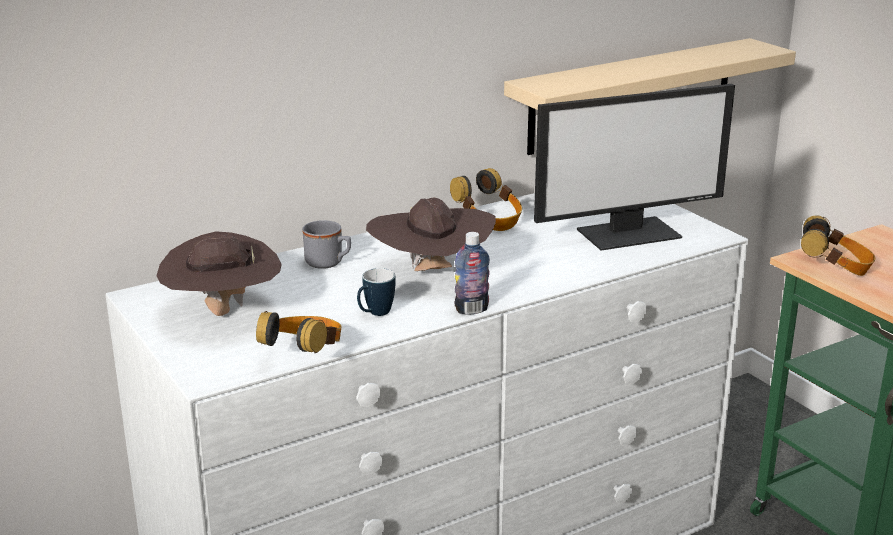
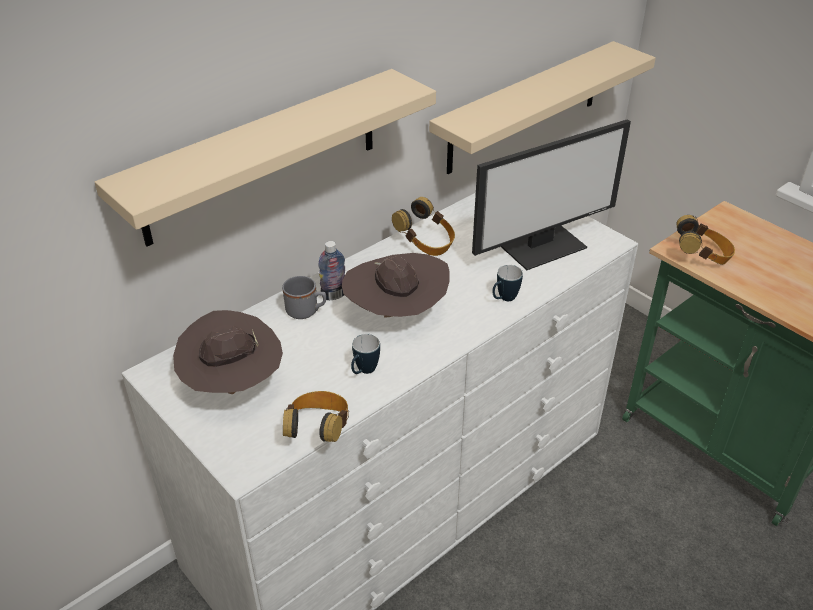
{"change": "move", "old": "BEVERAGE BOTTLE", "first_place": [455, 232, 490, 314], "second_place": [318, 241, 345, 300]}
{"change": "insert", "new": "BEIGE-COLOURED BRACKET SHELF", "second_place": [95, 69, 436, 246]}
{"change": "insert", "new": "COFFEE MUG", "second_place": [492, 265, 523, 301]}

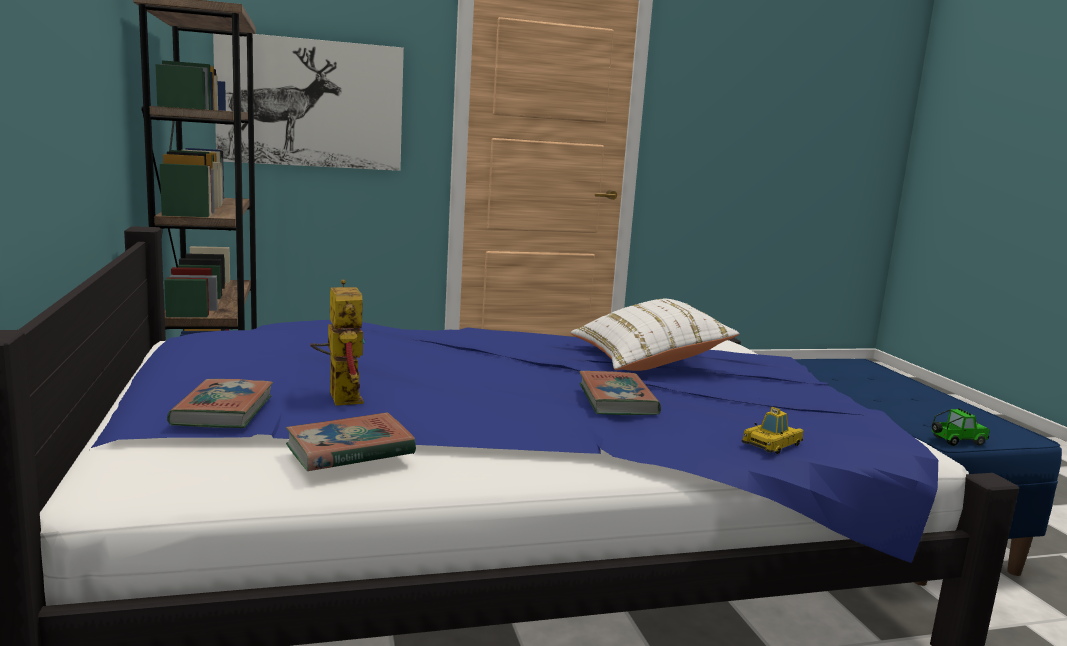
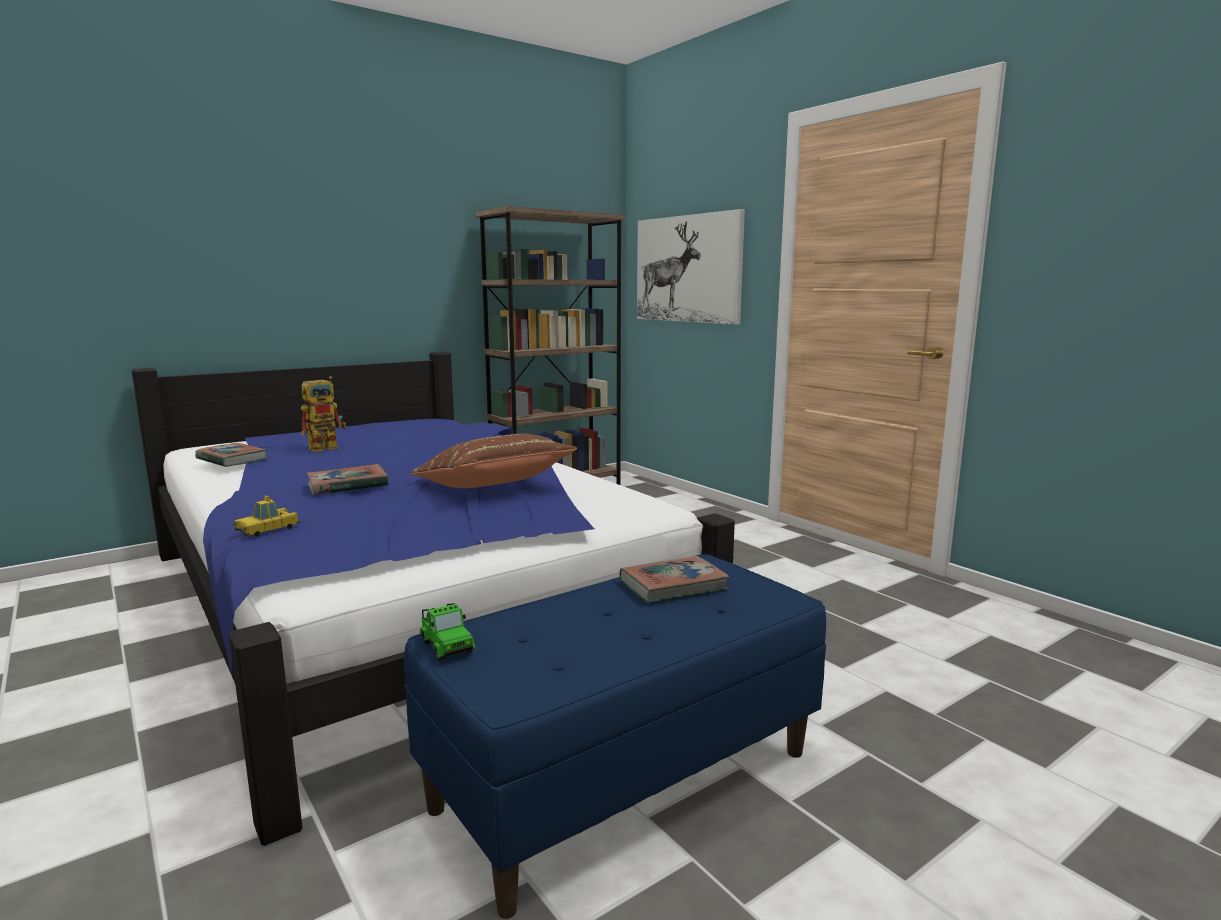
{"change": "recolor", "old": "WHITE-COLOURED PILLOW", "new": "BROWNISH PILLOW", "first_place": [571, 299, 739, 371], "second_place": [411, 433, 578, 488]}
{"change": "move", "old": "BOOK", "first_place": [167, 379, 273, 428], "second_place": [620, 556, 729, 604]}
{"change": "rotate", "old": "TOY CAR", "first_place": [742, 407, 804, 454], "second_place": [233, 496, 299, 537], "degrees": 105}

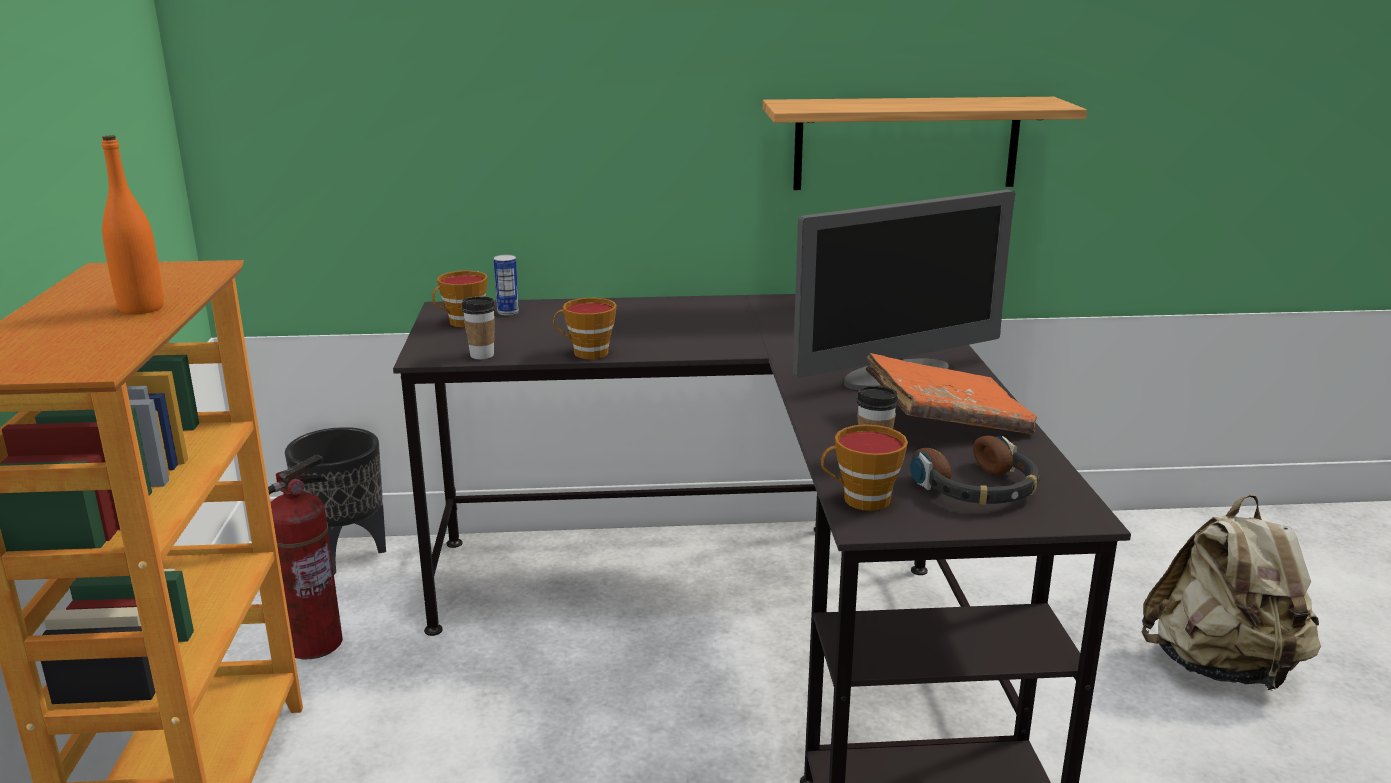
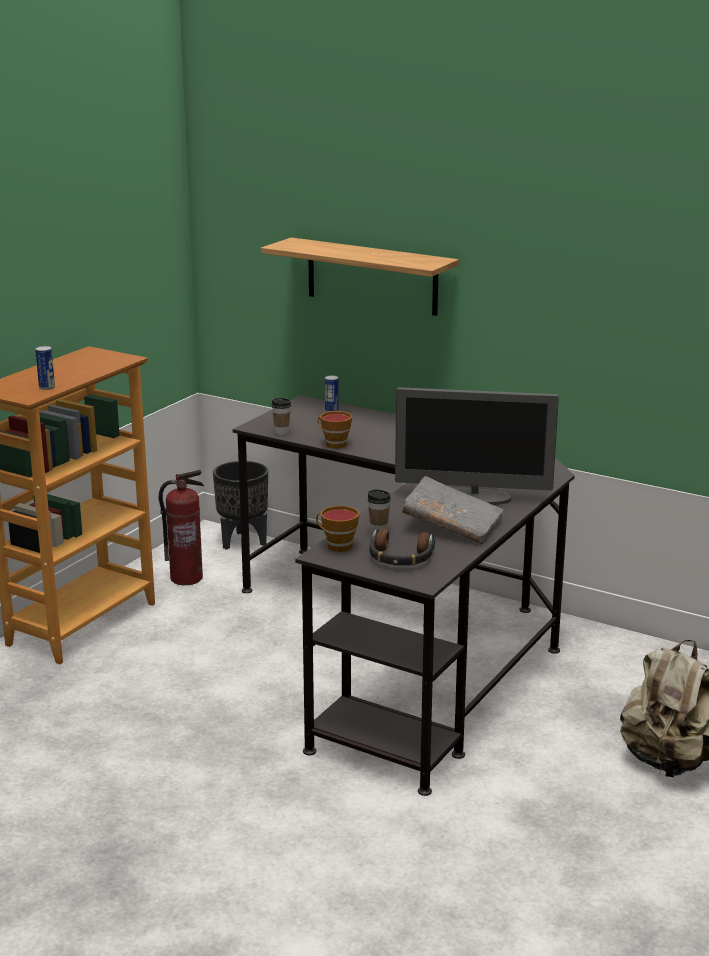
{"change": "move", "old": "BRACKET SHELF", "first_place": [762, 97, 1087, 190], "second_place": [261, 237, 459, 316]}
{"change": "delete", "old": "ORANGEY BEVERAGE BOTTLE", "first_place": [102, 135, 164, 315]}
{"change": "delete", "old": "DRINKING CUP", "first_place": [432, 271, 487, 327]}
{"change": "recolor", "old": "ORANGEY BOOK", "new": "GRAY BOOK", "first_place": [865, 353, 1037, 435], "second_place": [402, 476, 504, 544]}
{"change": "insert", "new": "CAN", "second_place": [35, 346, 55, 390]}

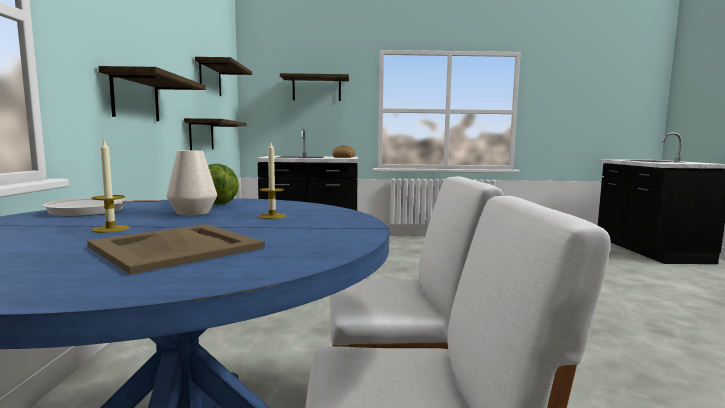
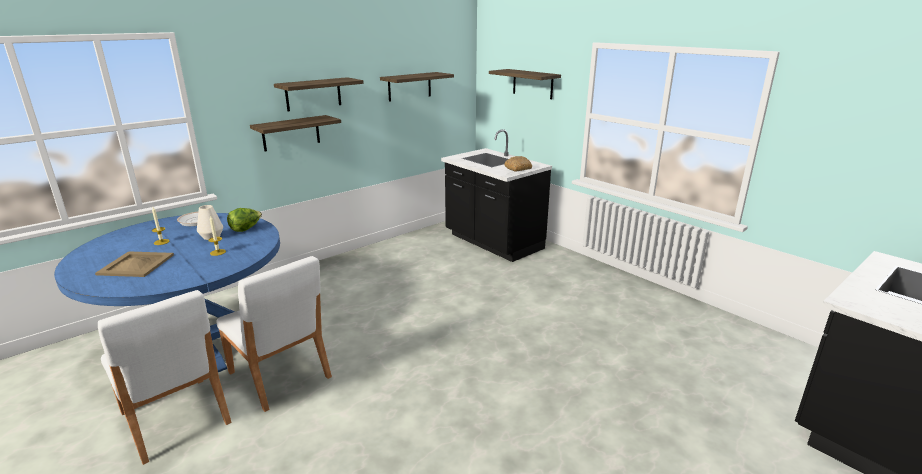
{"change": "move", "old": "BRACKET SHELF", "first_place": [184, 118, 247, 150], "second_place": [274, 77, 364, 111]}

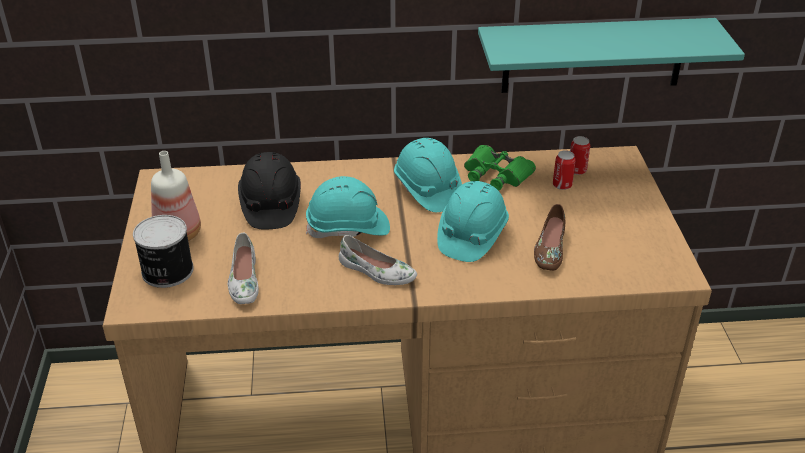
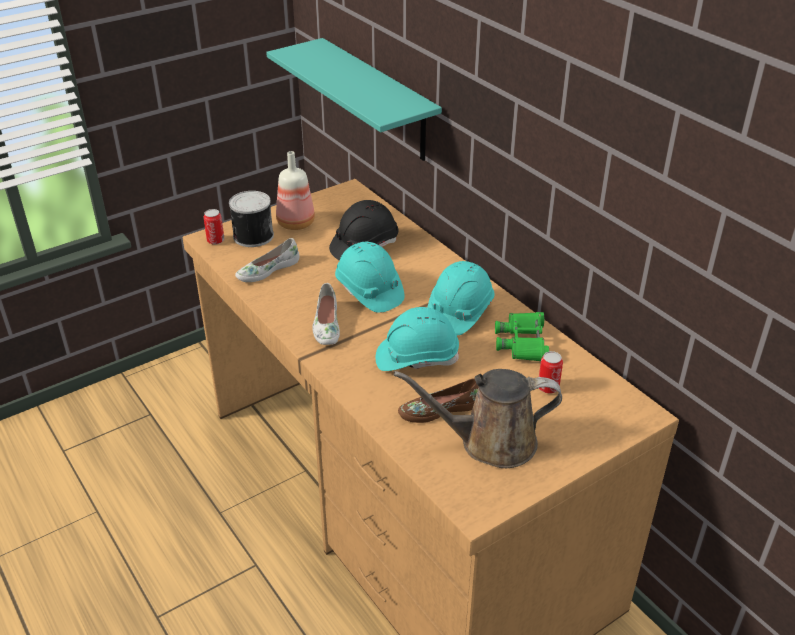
{"change": "move", "old": "TURQUOISE-COLOURED BRACKET SHELF", "first_place": [478, 18, 745, 93], "second_place": [266, 38, 442, 161]}
{"change": "move", "old": "CAN", "first_place": [570, 136, 590, 175], "second_place": [204, 209, 225, 245]}
{"change": "insert", "new": "BROWNISH WATERING POT", "second_place": [394, 369, 562, 468]}

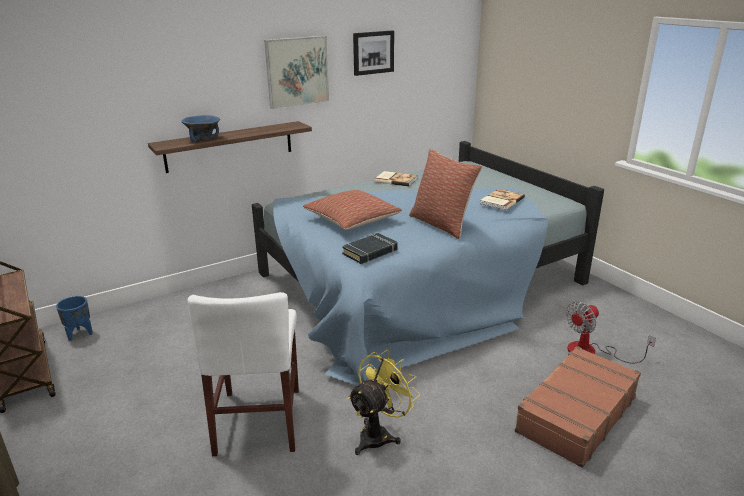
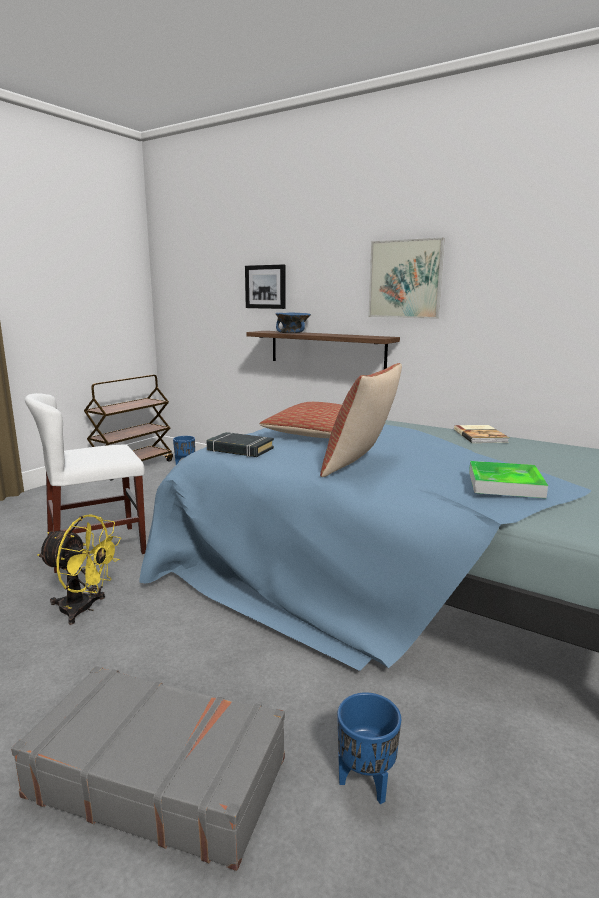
{"change": "move", "old": "WALL ART", "first_place": [353, 30, 394, 76], "second_place": [245, 264, 286, 309]}
{"change": "replace", "old": "BOOK", "new": "SERVING TRAY", "first_place": [480, 189, 525, 210], "second_place": [469, 461, 548, 498]}
{"change": "replace", "old": "FAN", "new": "BLUISH PLANTER", "first_place": [566, 302, 656, 363], "second_place": [337, 693, 401, 804]}
{"change": "recolor", "old": "BROWNISH PIECE OF LUGGAGE", "new": "GRAY PIECE OF LUGGAGE", "first_place": [515, 346, 641, 468], "second_place": [11, 666, 285, 871]}

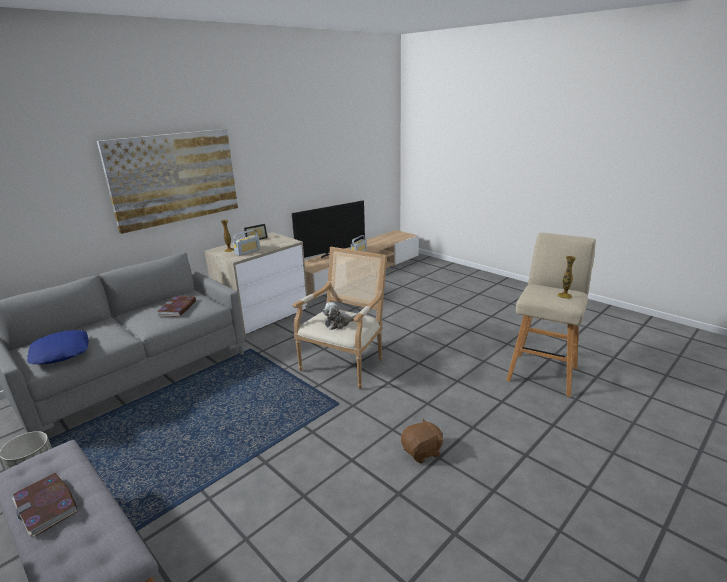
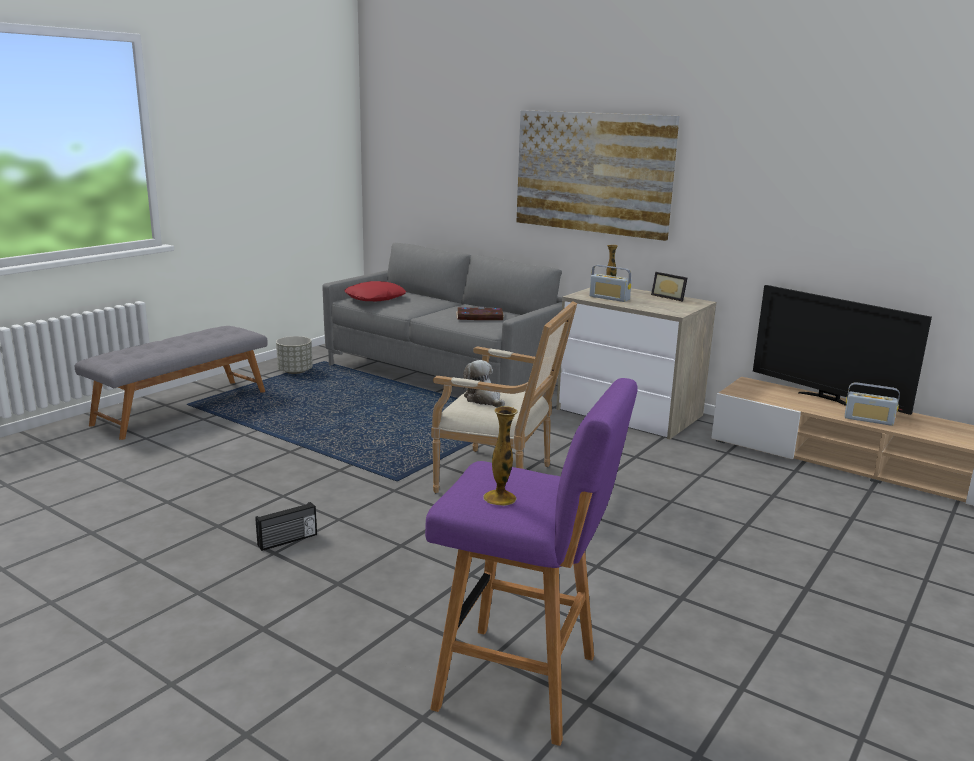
{"change": "recolor", "old": "BEIGE-COLOURED SITTING STOOL", "new": "PURPLE SITTING STOOL", "first_place": [506, 233, 596, 397], "second_place": [425, 378, 638, 746]}
{"change": "recolor", "old": "BLUISH PILLOW", "new": "REDDISH PILLOW", "first_place": [27, 330, 89, 364], "second_place": [344, 281, 406, 301]}
{"change": "replace", "old": "BROWNISH SOFT TOY", "new": "RADIO SET", "first_place": [401, 418, 443, 463], "second_place": [255, 502, 317, 551]}
{"change": "delete", "old": "BOOK", "first_place": [12, 473, 78, 537]}

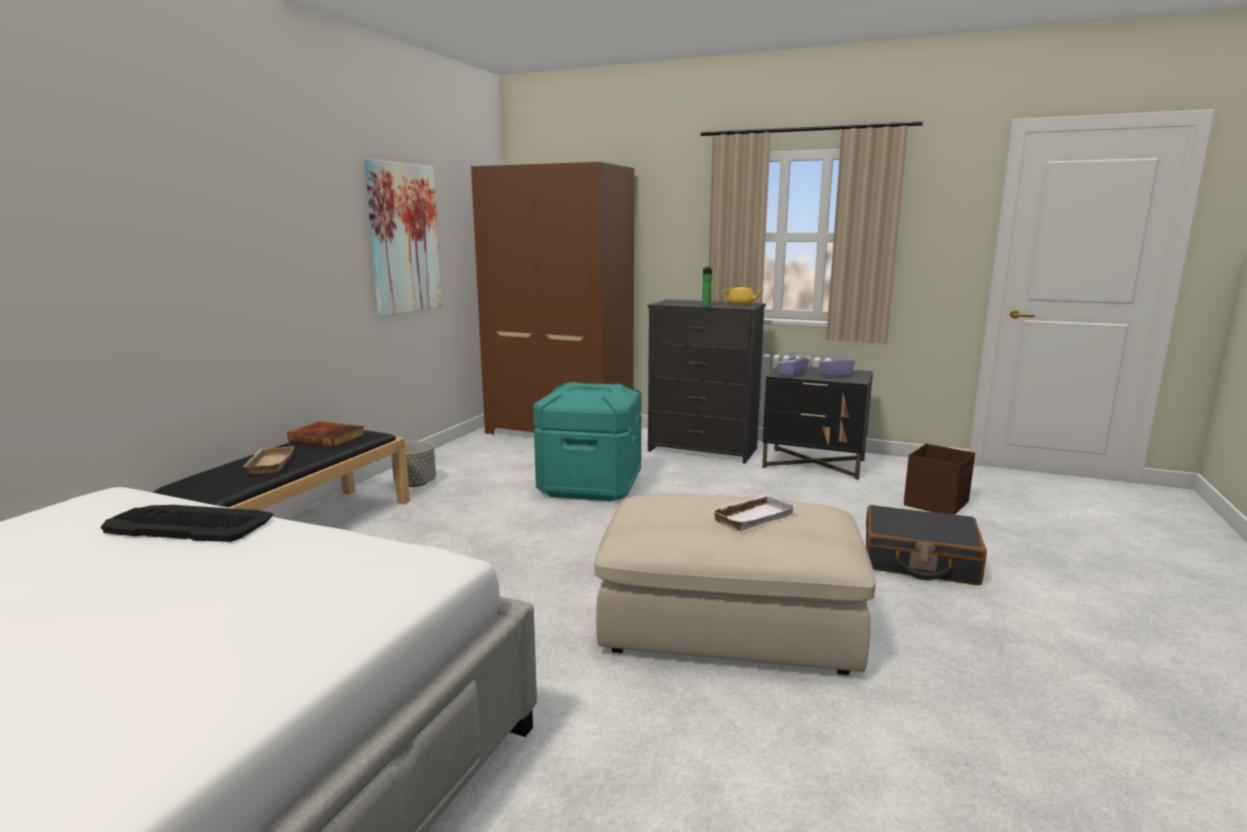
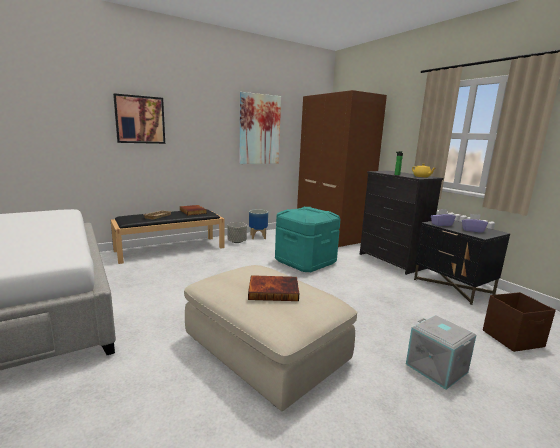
{"change": "replace", "old": "WHITE-COLOURED SERVING TRAY", "new": "BOOK", "first_place": [711, 495, 797, 531], "second_place": [248, 275, 299, 301]}
{"change": "delete", "old": "PC KEYBOARD", "first_place": [101, 505, 273, 542]}
{"change": "replace", "old": "BLACK-COLOURED PIECE OF LUGGAGE", "new": "GRAY STORAGE BOX", "first_place": [866, 505, 987, 585], "second_place": [406, 315, 476, 390]}
{"change": "insert", "new": "WALL ART", "second_place": [113, 93, 165, 144]}
{"change": "insert", "new": "PLANTER", "second_place": [249, 209, 268, 239]}

